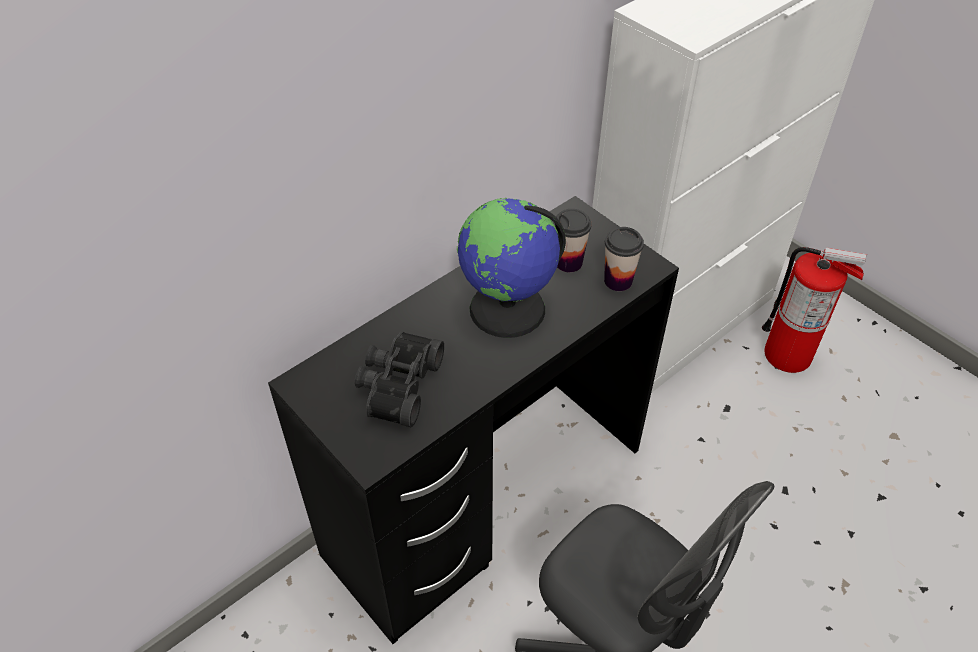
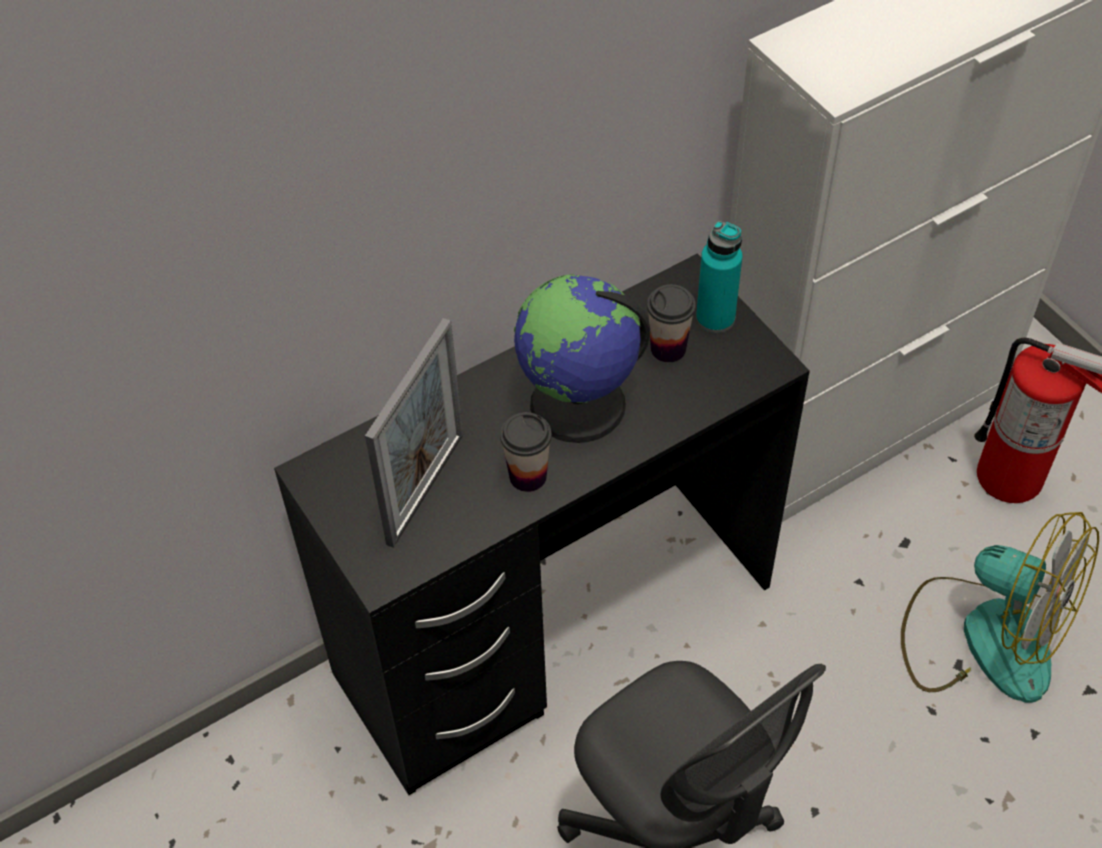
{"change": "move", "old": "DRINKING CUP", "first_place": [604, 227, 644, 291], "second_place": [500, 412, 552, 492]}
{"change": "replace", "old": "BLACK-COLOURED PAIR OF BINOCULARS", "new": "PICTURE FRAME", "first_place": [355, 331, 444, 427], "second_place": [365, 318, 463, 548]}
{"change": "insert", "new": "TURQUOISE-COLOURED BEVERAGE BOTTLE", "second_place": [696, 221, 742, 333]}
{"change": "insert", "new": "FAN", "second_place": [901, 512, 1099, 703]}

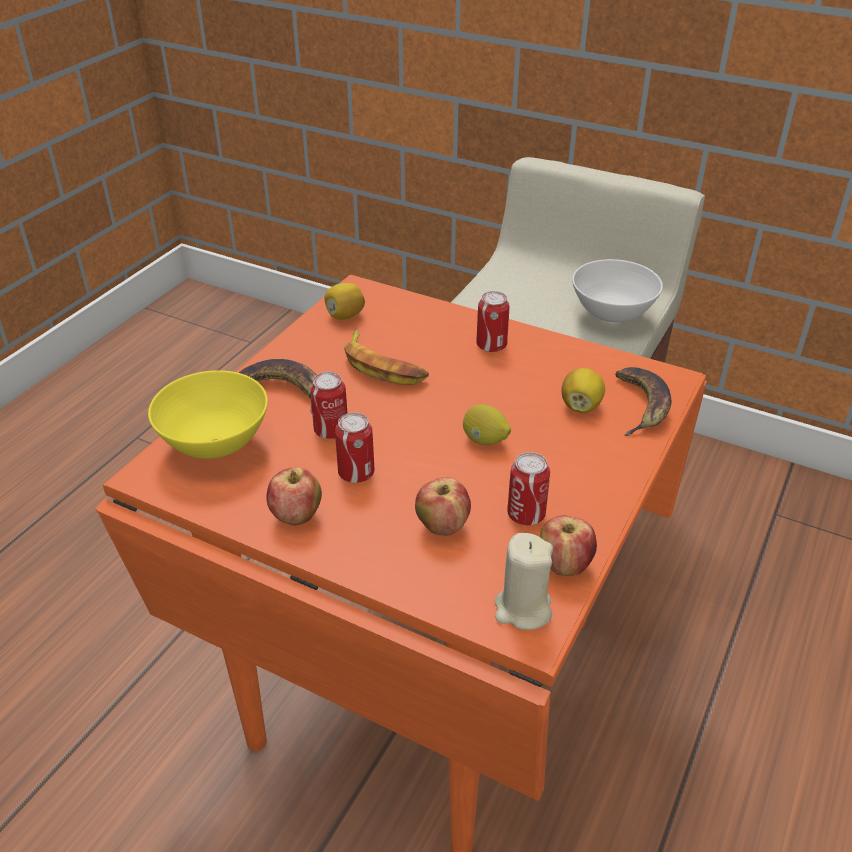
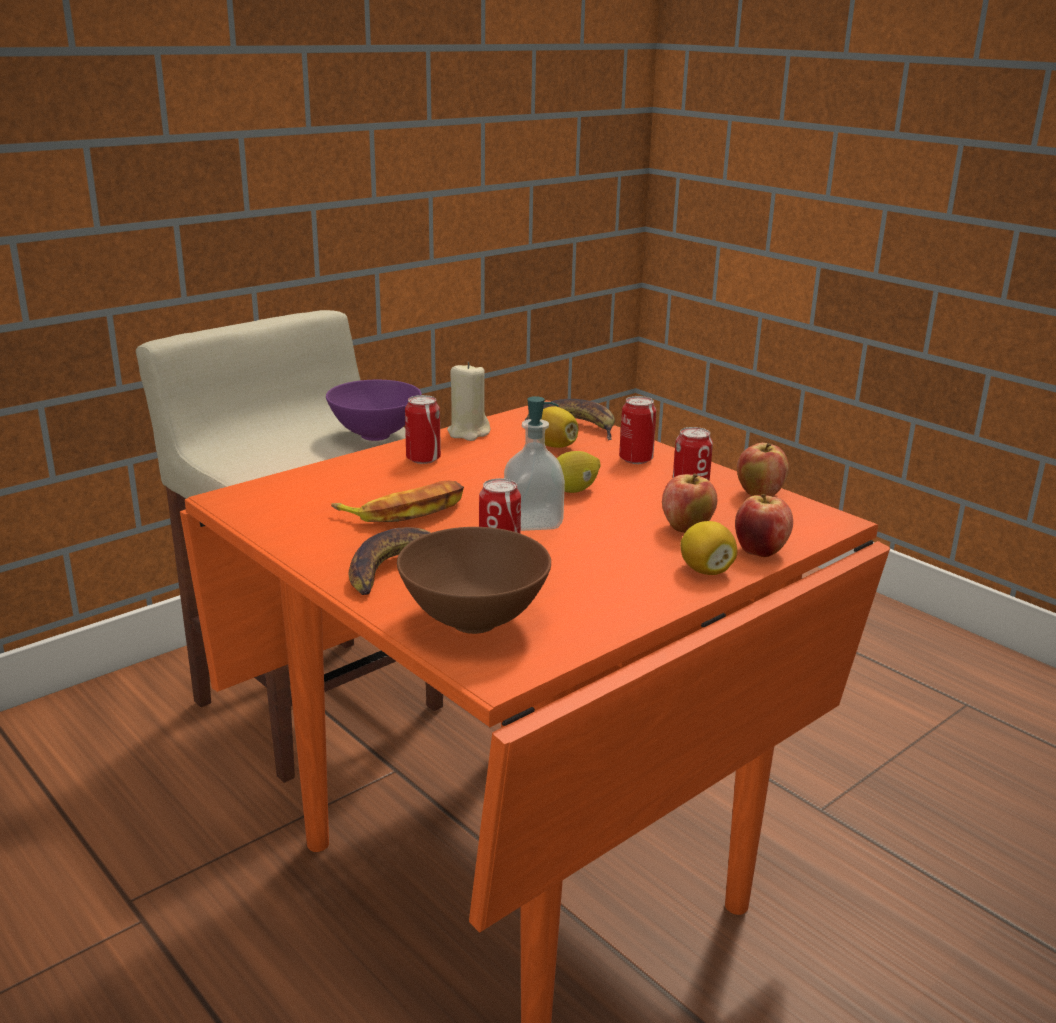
{"change": "recolor", "old": "WHITE-COLOURED SERVING BOWL", "new": "PURPLE SERVING BOWL", "first_place": [572, 259, 663, 324], "second_place": [326, 380, 422, 441]}
{"change": "move", "old": "LEMON", "first_place": [324, 283, 365, 320], "second_place": [680, 521, 737, 575]}
{"change": "recolor", "old": "YELLOWISH SERVING BOWL", "new": "BROWNISH SERVING BOWL", "first_place": [148, 370, 268, 459], "second_place": [397, 527, 551, 634]}
{"change": "move", "old": "CAN", "first_place": [335, 413, 375, 483], "second_place": [619, 396, 656, 464]}
{"change": "move", "old": "APPLE", "first_place": [266, 467, 322, 525], "second_place": [735, 494, 793, 557]}
{"change": "move", "old": "BEIGE-COLOURED WAX CANDLE", "first_place": [495, 533, 553, 630], "second_place": [447, 362, 490, 441]}
{"change": "insert", "new": "SOAP BOTTLE", "second_place": [504, 396, 565, 531]}

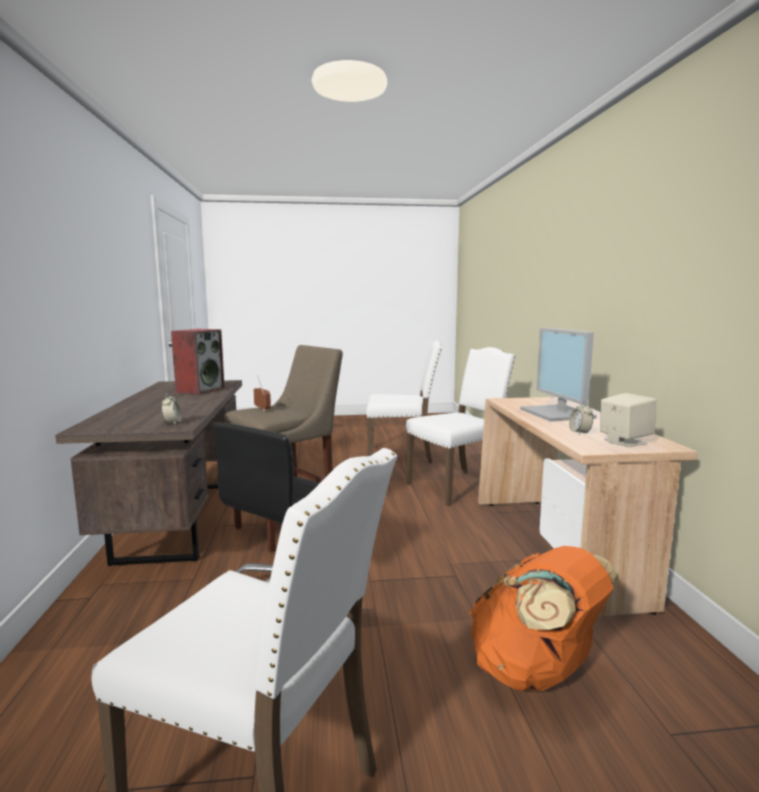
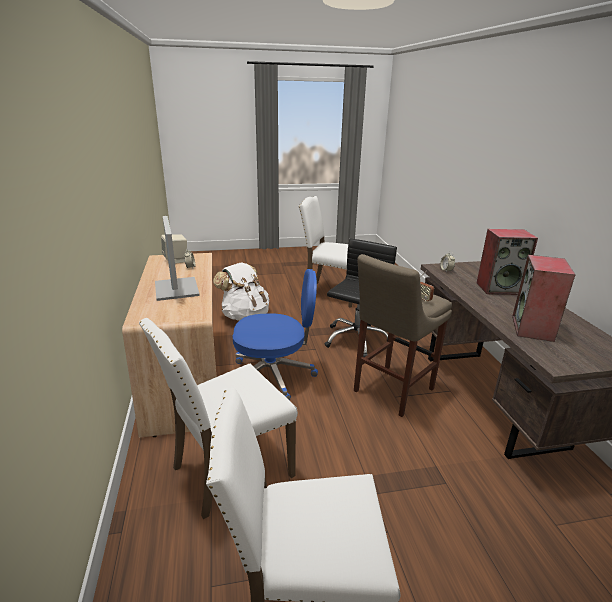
{"change": "recolor", "old": "ORANGEY BACKPACK", "new": "WHITE-COLOURED BACKPACK", "first_place": [470, 546, 619, 691], "second_place": [213, 262, 269, 321]}
{"change": "insert", "new": "SPEAKER", "second_place": [477, 229, 538, 295]}
{"change": "insert", "new": "BLUISH DESK CHAIR", "second_place": [232, 269, 318, 400]}

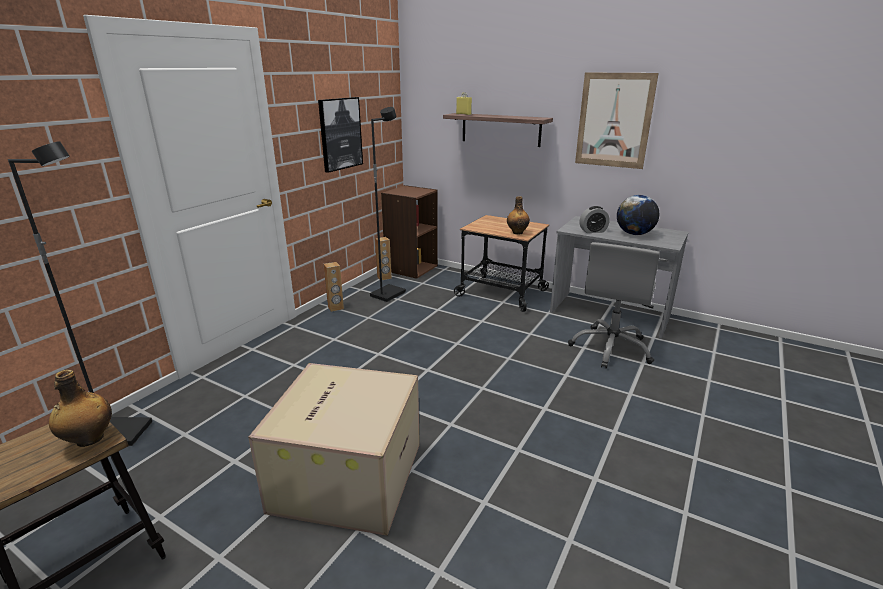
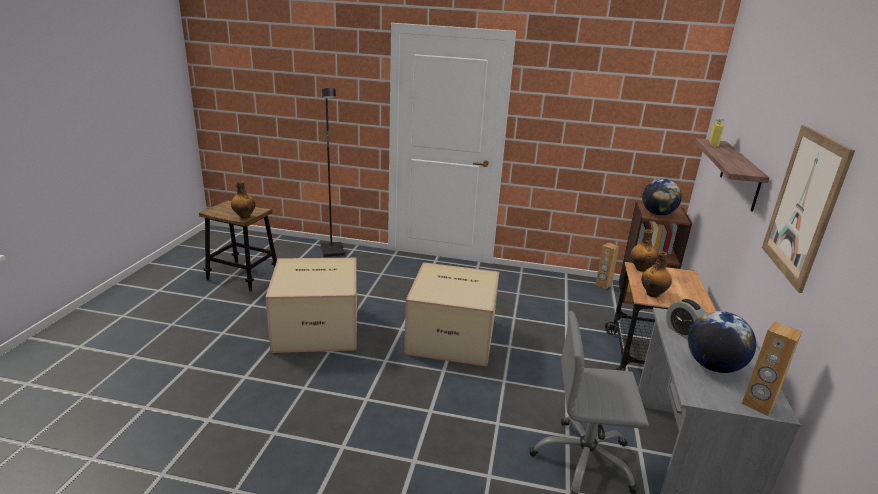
{"change": "delete", "old": "WALL ART", "first_place": [318, 97, 363, 173]}
{"change": "delete", "old": "BLACK-COLOURED STANDARD LAMP", "first_place": [370, 107, 406, 302]}
{"change": "move", "old": "BROWNISH SPEAKER", "first_place": [324, 262, 344, 312], "second_place": [742, 322, 802, 416]}
{"change": "insert", "new": "DESK GLOBE", "second_place": [642, 179, 682, 216]}
{"change": "insert", "new": "BEVERAGE BOTTLE", "second_place": [630, 229, 658, 272]}
{"change": "insert", "new": "CARDBOARD BOX", "second_place": [404, 262, 499, 366]}

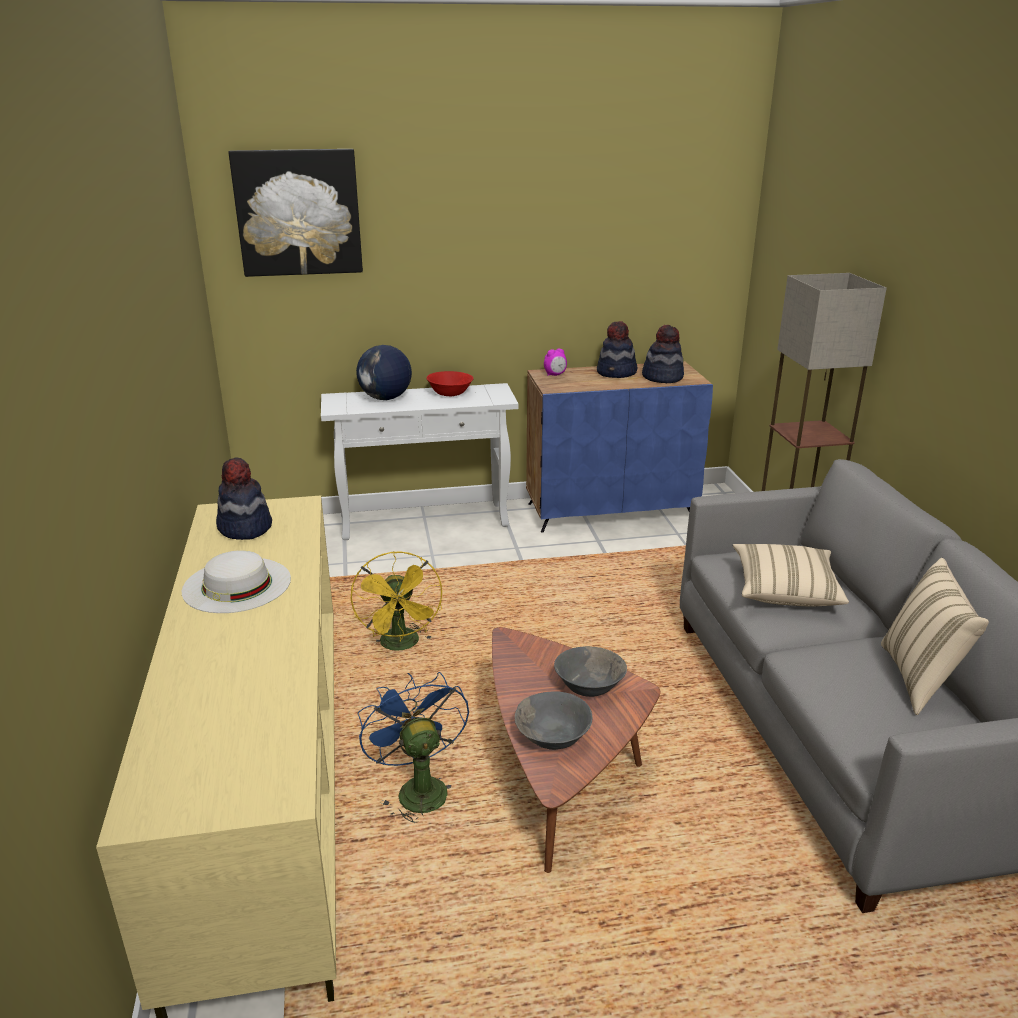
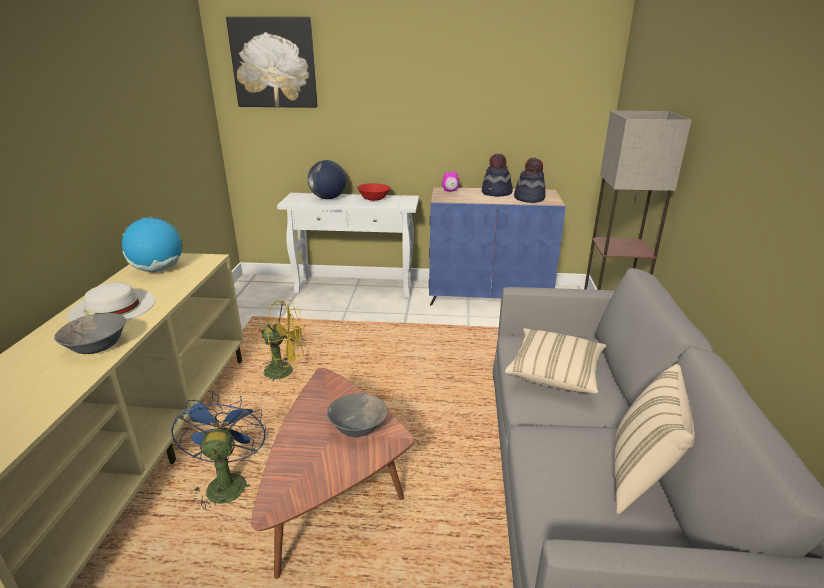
{"change": "replace", "old": "CLOTHING HAT", "new": "DESK GLOBE", "first_place": [216, 457, 272, 540], "second_place": [122, 217, 183, 272]}
{"change": "rotate", "old": "YELLOWISH FAN", "first_place": [351, 551, 442, 651], "second_place": [261, 300, 306, 381], "degrees": -90}
{"change": "move", "old": "GRAY SERVING BOWL", "first_place": [515, 691, 592, 750], "second_place": [54, 313, 126, 354]}

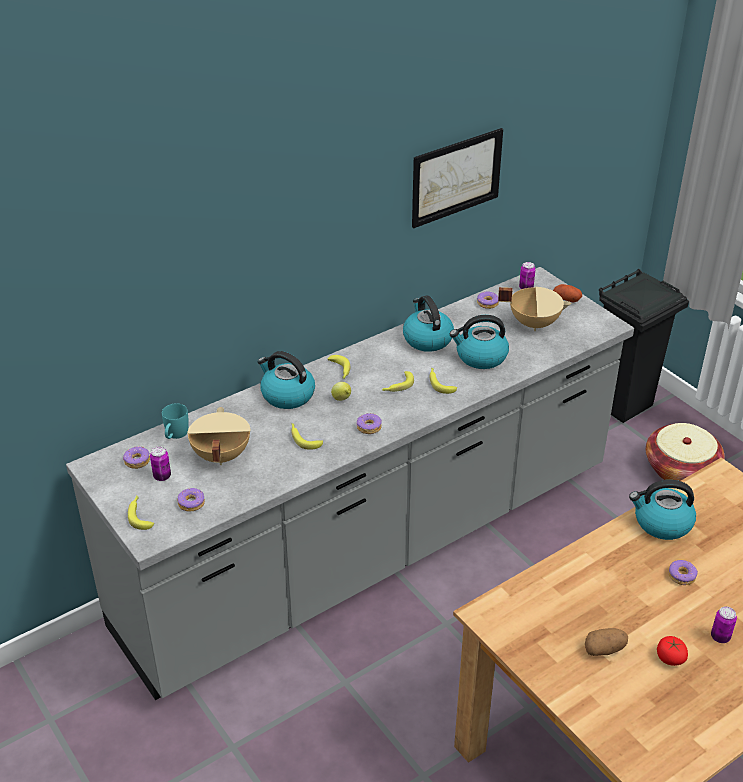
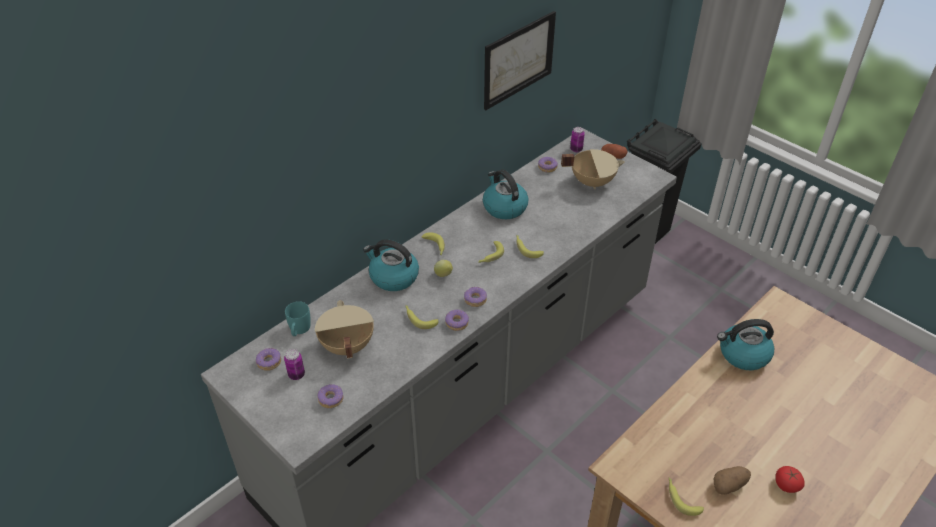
{"change": "delete", "old": "KETTLE", "first_place": [450, 315, 509, 369]}
{"change": "delete", "old": "STORAGE BASKET", "first_place": [646, 423, 724, 481]}
{"change": "move", "old": "BANANA", "first_place": [128, 495, 154, 530], "second_place": [669, 478, 704, 516]}
{"change": "move", "old": "DOUGHNUT", "first_place": [668, 560, 698, 585], "second_place": [445, 310, 469, 331]}
{"change": "delete", "old": "CAN", "first_place": [711, 606, 737, 643]}

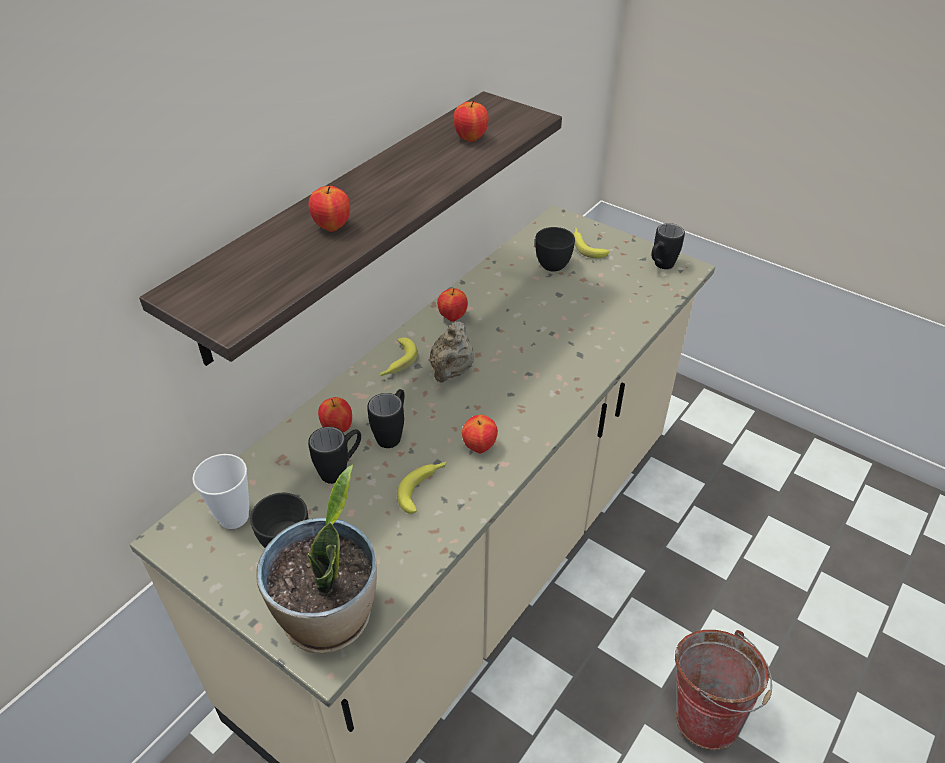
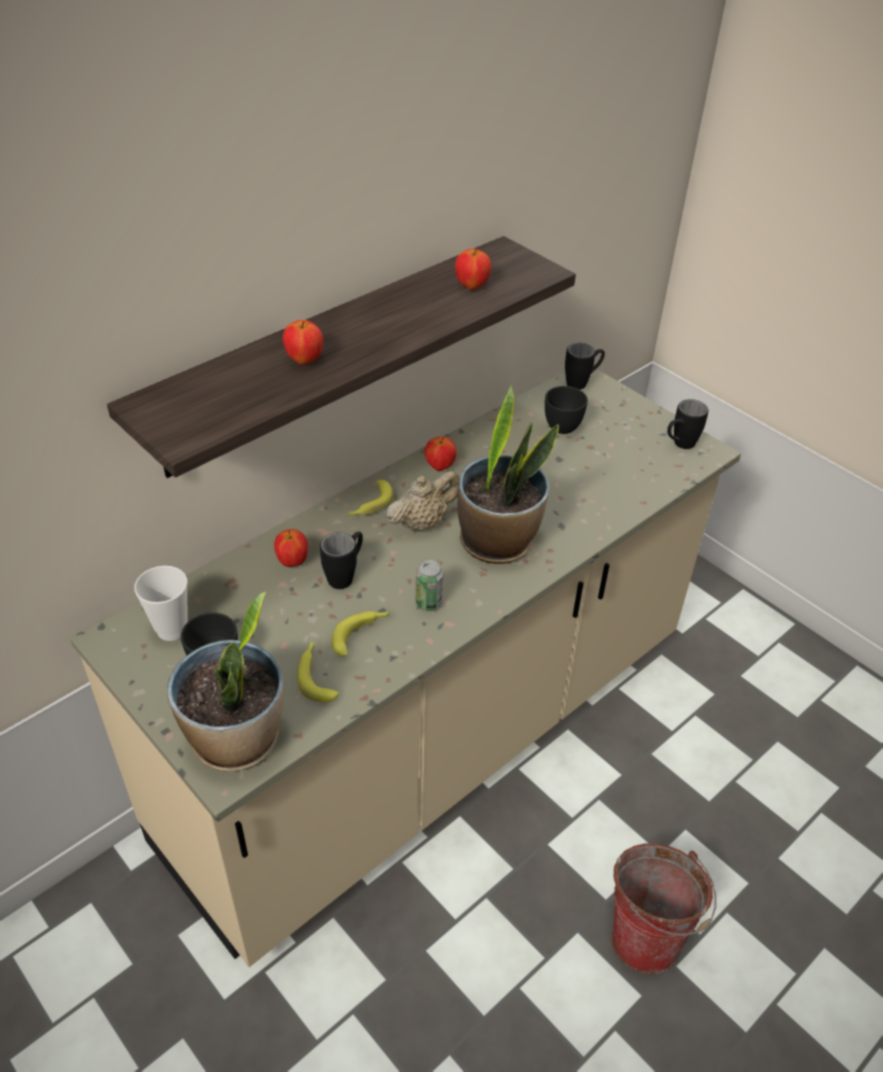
{"change": "move", "old": "BANANA", "first_place": [574, 228, 609, 258], "second_place": [297, 641, 339, 702]}
{"change": "rotate", "old": "BEIGE-COLOURED TEAPOT", "first_place": [429, 321, 474, 383], "second_place": [386, 471, 459, 532], "degrees": -150}
{"change": "replace", "old": "APPLE", "new": "CAN", "first_place": [462, 415, 498, 453], "second_place": [416, 560, 444, 611]}
{"change": "move", "old": "BLACK-COLOURED COFFEE MUG", "first_place": [308, 427, 361, 484], "second_place": [565, 343, 605, 390]}
{"change": "insert", "new": "POTTED PLANT", "second_place": [458, 386, 559, 564]}

